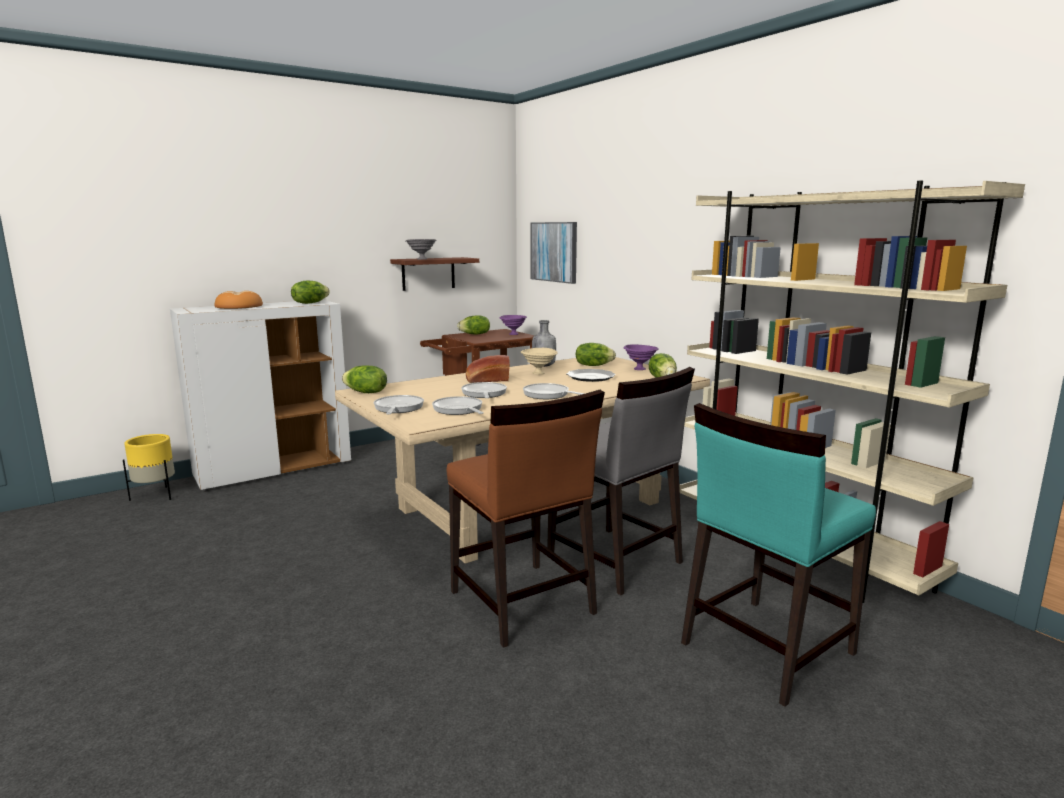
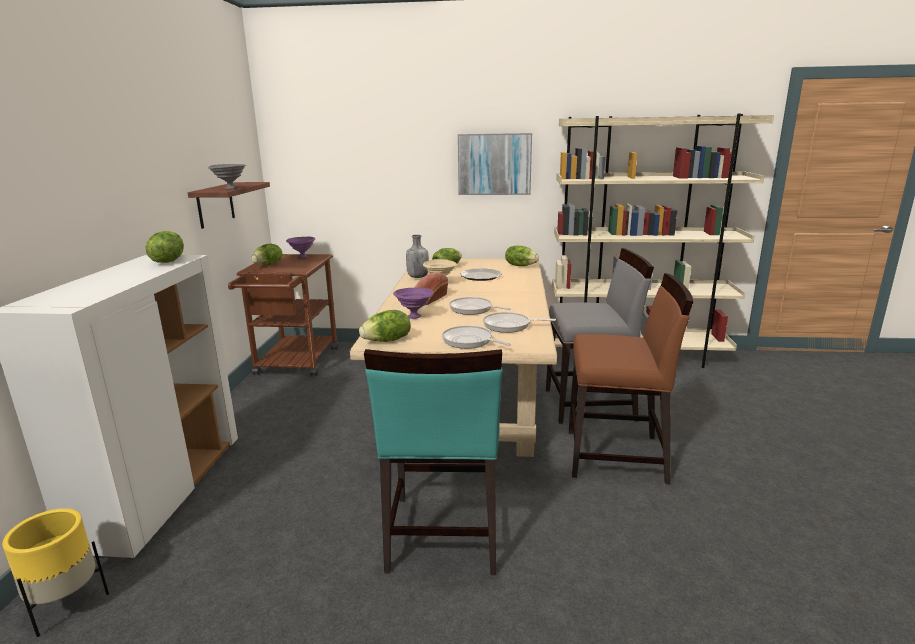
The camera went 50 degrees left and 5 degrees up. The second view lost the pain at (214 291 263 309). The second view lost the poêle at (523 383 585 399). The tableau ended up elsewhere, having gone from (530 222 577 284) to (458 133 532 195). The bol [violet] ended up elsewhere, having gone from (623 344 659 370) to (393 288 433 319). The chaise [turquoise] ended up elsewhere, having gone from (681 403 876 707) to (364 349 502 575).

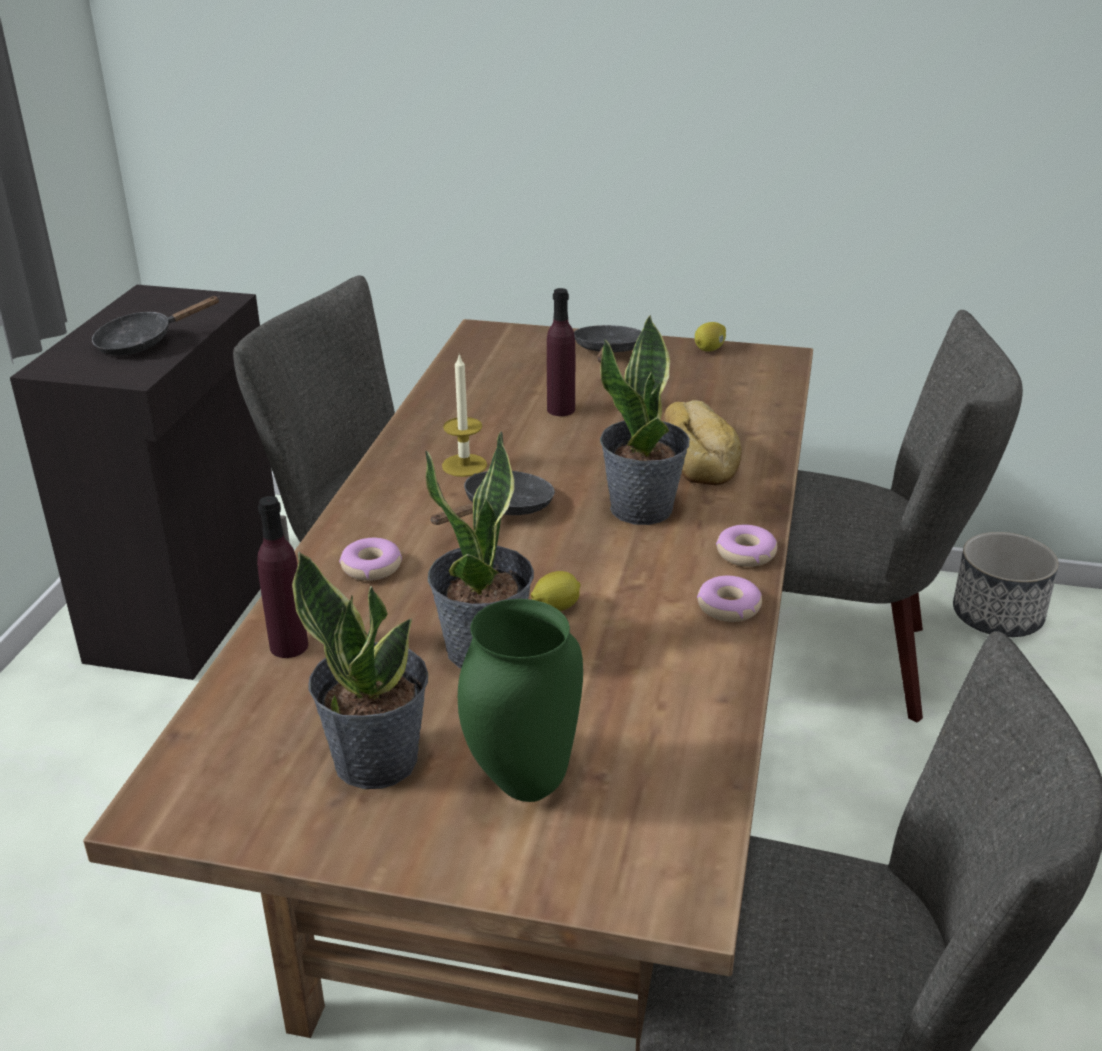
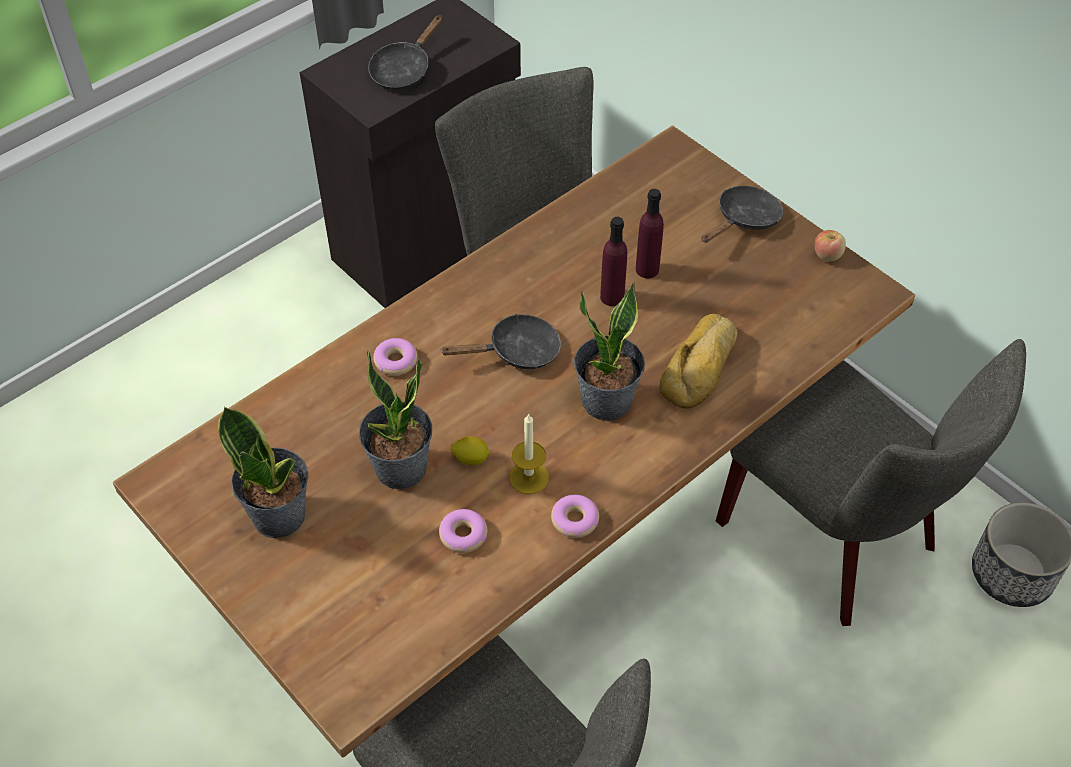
The camera went 35 degrees right and 20 degrees up. The second view lost the vase [vert] at (458 599 583 802). The bouteille [violet] ended up elsewhere, having gone from (257 496 308 658) to (600 217 627 306). The bougie ended up elsewhere, having gone from (442 354 487 477) to (509 413 549 494). The beignet ended up elsewhere, having gone from (716 525 777 567) to (439 509 487 553). Where the citron stood at (695 322 726 352), the pomme came to stand at (815 230 846 261). The poêle [noir] at (92 296 220 356) ended up facing another way, 60 degrees counterclockwise from before.

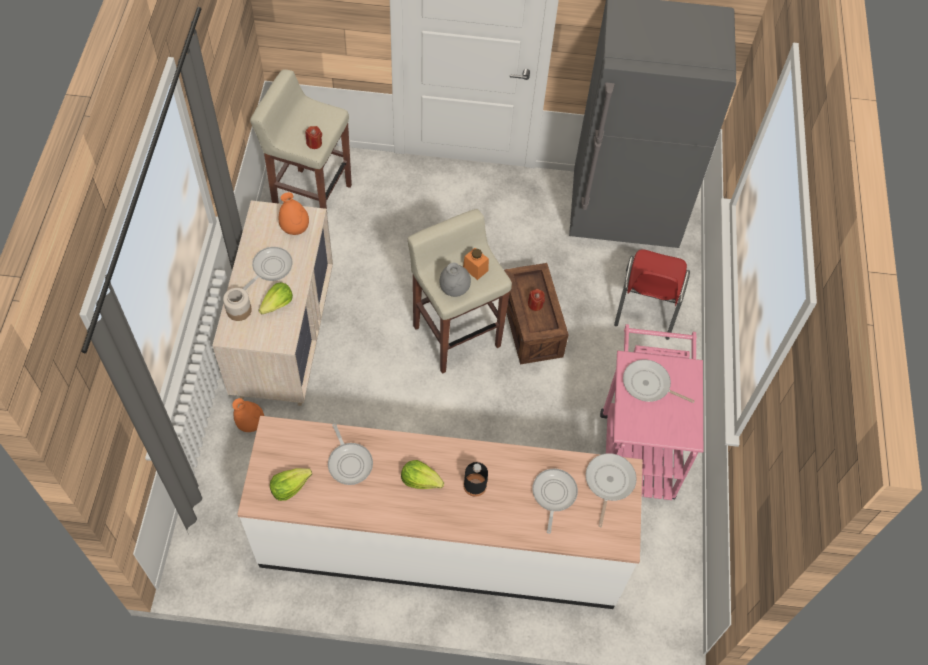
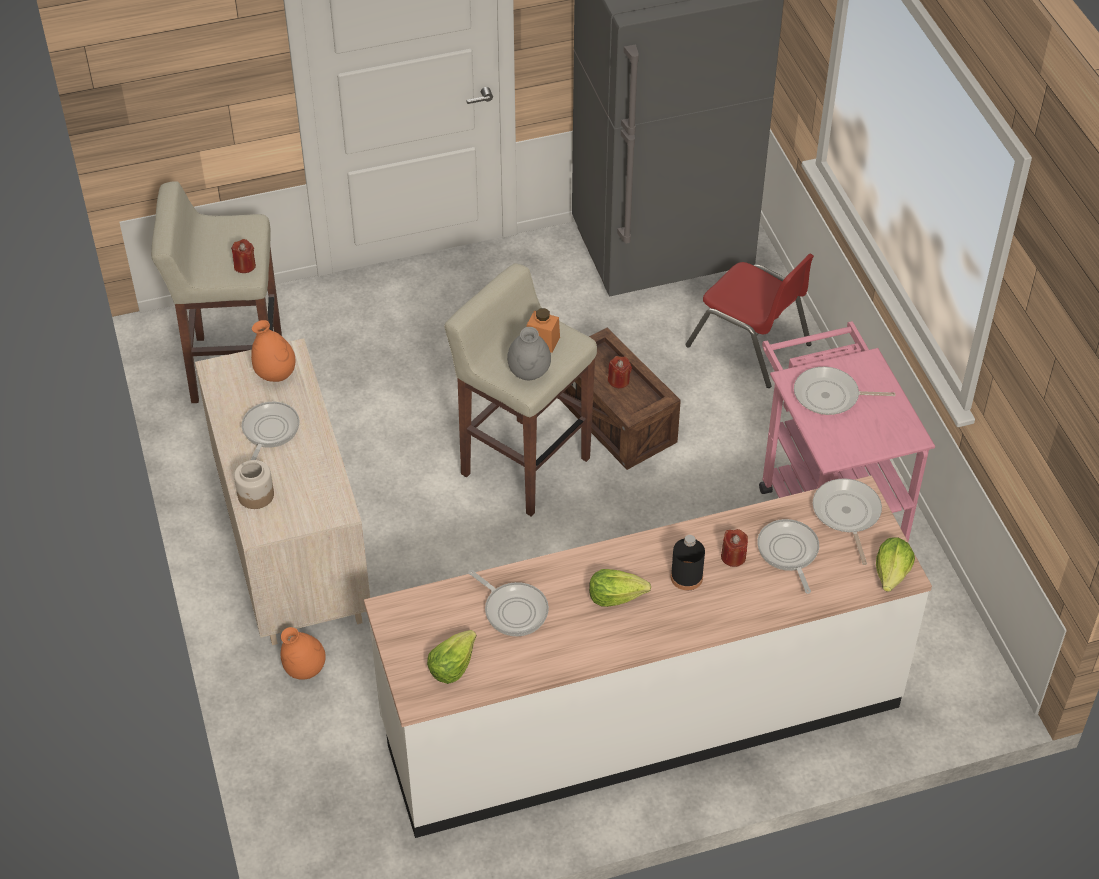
The camera went 20 degrees left and 10 degrees down. The second view gained the bougie [rouge] at (721 529 748 567). The laitue ended up elsewhere, having gone from (258 282 293 314) to (876 537 915 592). The chaise [rouge] at (614 249 690 340) ended up facing another way, 45 degrees counterclockwise from before.

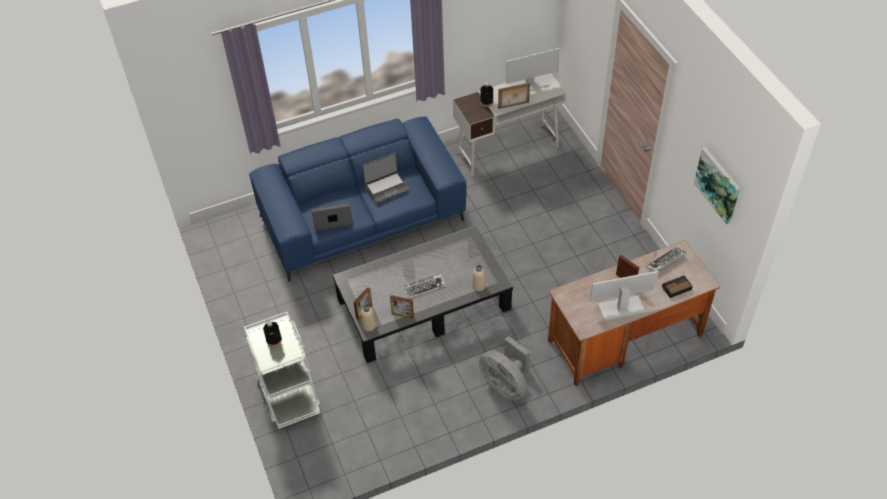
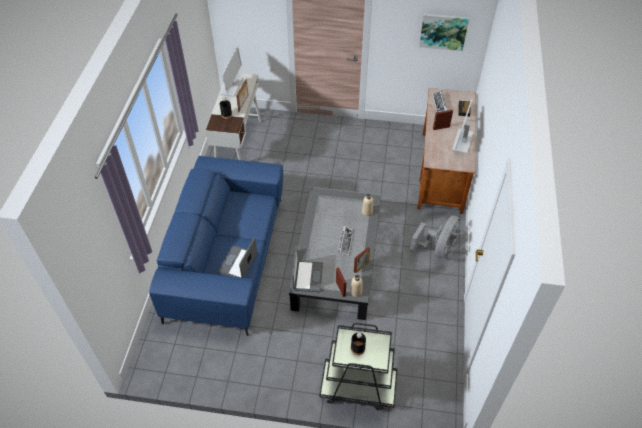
The camera went 60 degrees left and 0 degrees up. The ordinateur portable ended up elsewhere, having gone from (362 153 409 204) to (292 246 323 292). What was the chariot [blanc] at (244 312 321 429) turned into the chariot [noir] at (319 323 398 411). The ventilateur [gris] at (479 336 530 401) ended up facing another way, 45 degrees counterclockwise from before.

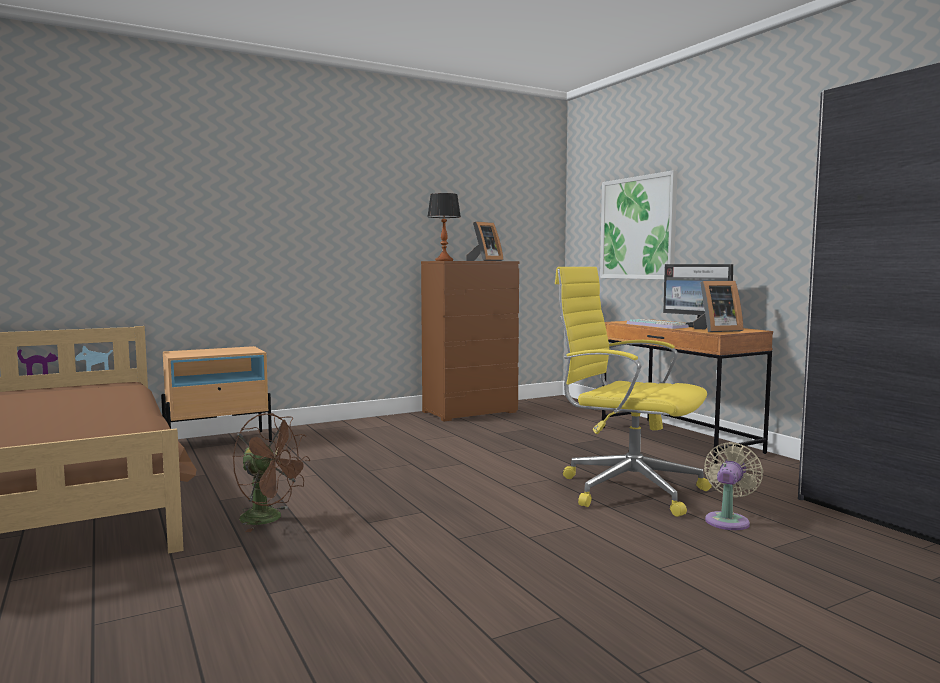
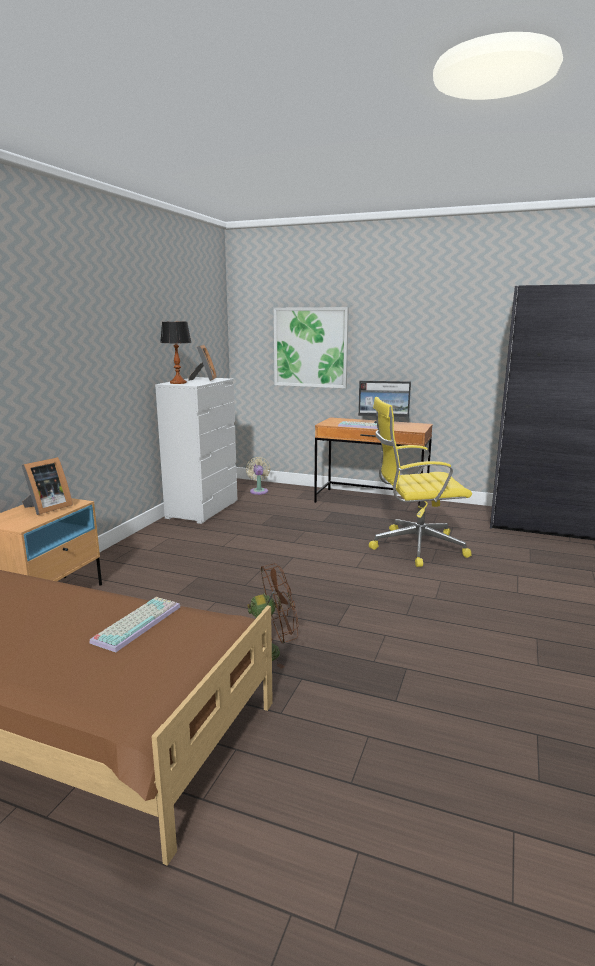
The camera went 40 degrees left and 10 degrees up. The second view gained the clavier at (89 597 180 652). The cadre photo ended up elsewhere, having gone from (693 281 743 332) to (22 457 73 515). The ventilateur [beige] ended up elsewhere, having gone from (704 442 763 530) to (246 457 270 495). What was the commode [marron] at (421 261 520 422) turned into the commode [blanc] at (155 377 237 524).

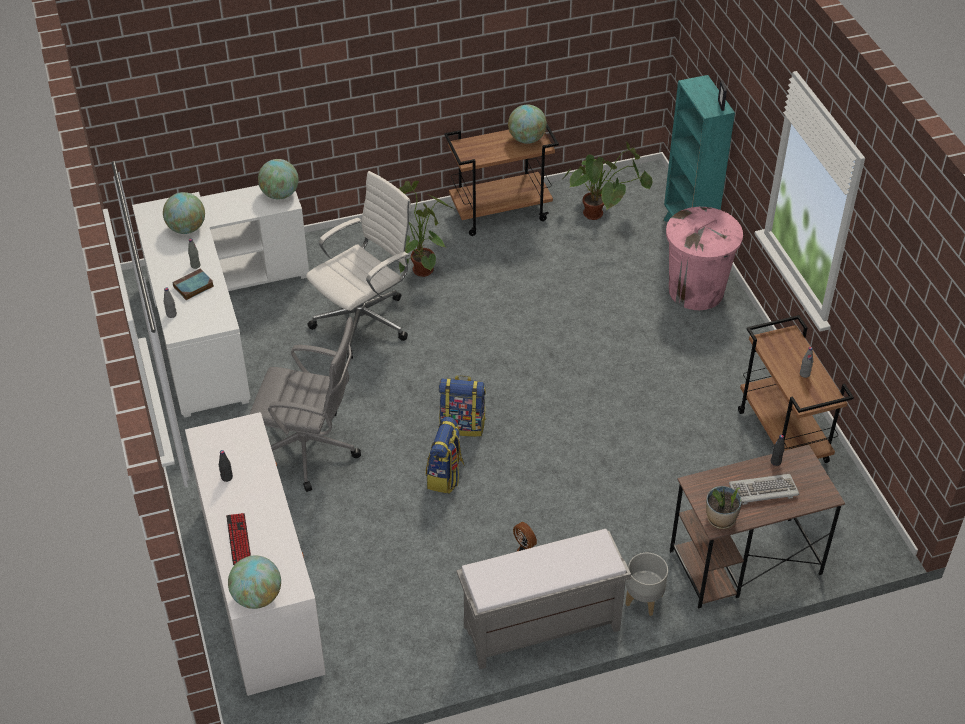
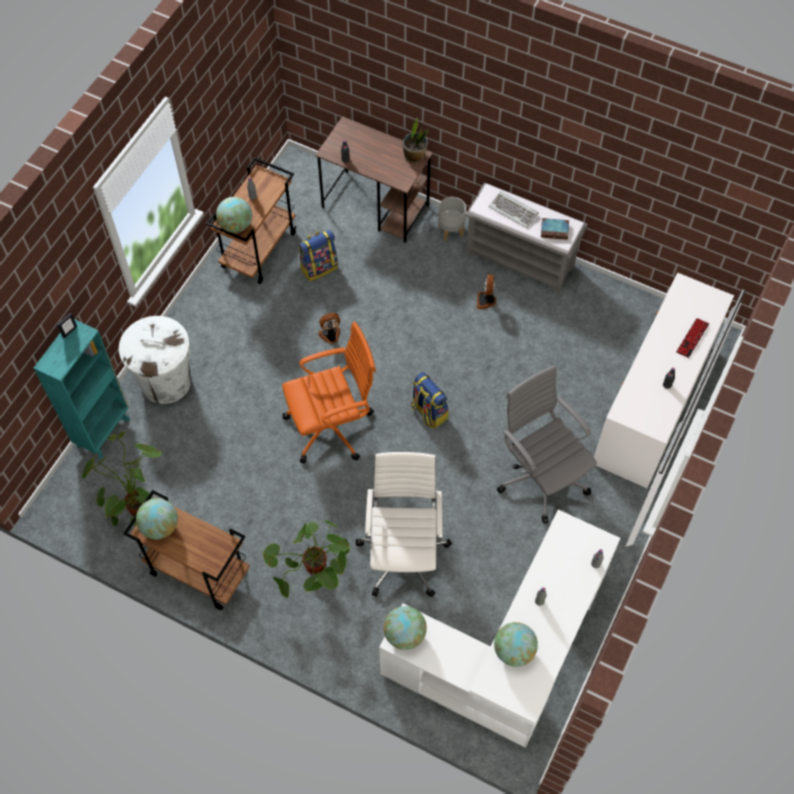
The camera went 135 degrees left and 15 degrees up. The second view gained the chaise de bureau [orange] at (282 322 376 464). The second view gained the ventilateur at (318 313 340 344). The livre ended up elsewhere, having gone from (172 268 214 300) to (541 218 569 240). The globe ended up elsewhere, having gone from (228 555 281 609) to (216 197 252 233). The sac à dos ended up elsewhere, having gone from (426 417 465 493) to (298 230 338 281). The clavier ended up elsewhere, having gone from (729 474 799 505) to (489 191 539 228). What was the poubelle [rose] at (666 207 743 310) turned into the poubelle [blanc] at (119 316 191 404). The chaise de bureau [blanc] at (306 171 411 359) ended up facing another way, 90 degrees clockwise from before.

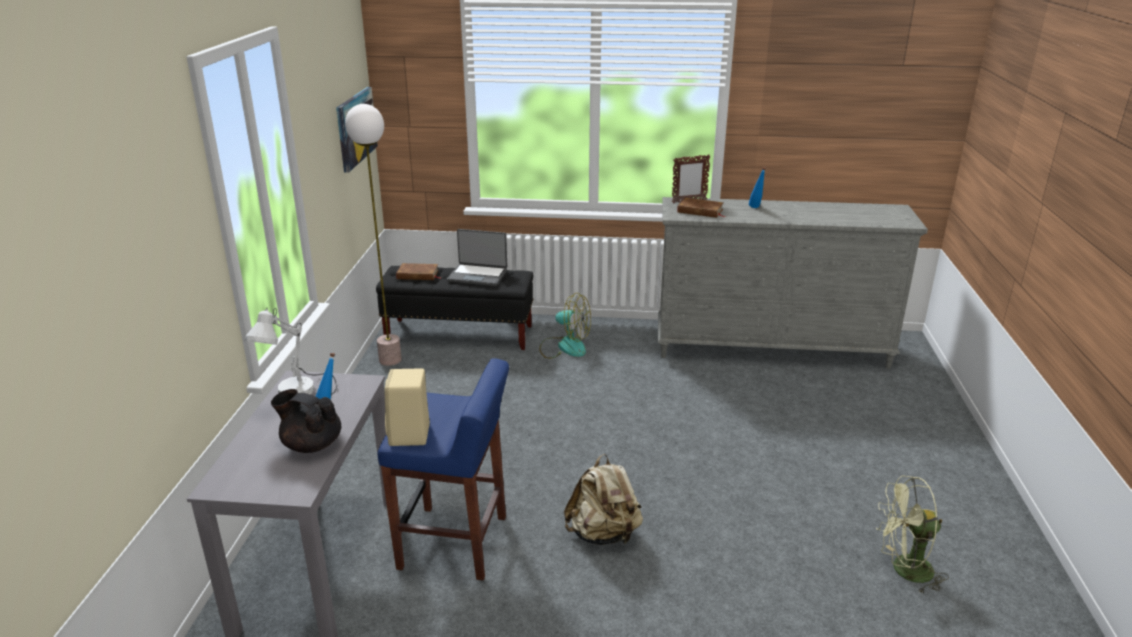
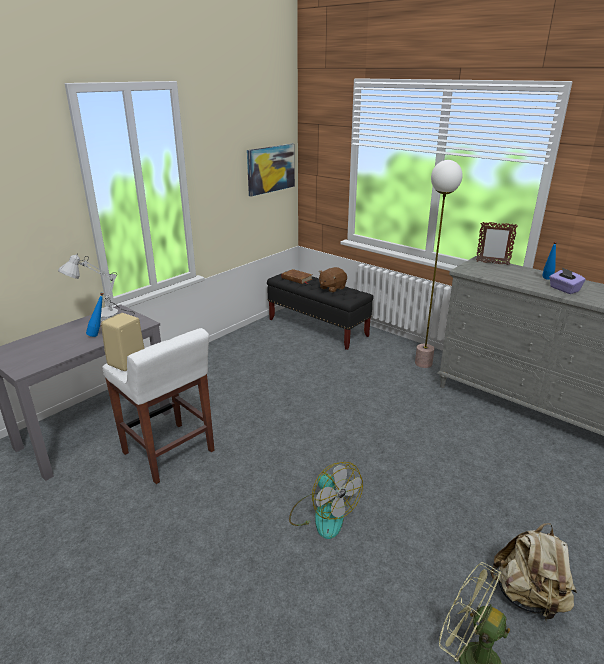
The camera went 35 degrees right and 0 degrees up. The second view lost the théière [noir] at (271 389 341 453). The second view lost the livre [marron] at (677 198 726 218). The second view gained the boîte à mouchoirs [violet] at (549 267 586 294). The lampadaire ended up elsewhere, having gone from (345 104 402 366) to (415 160 463 368). The ventilateur ended up elsewhere, having gone from (539 293 591 359) to (289 462 363 539). The sac à dos [beige] ended up elsewhere, having gone from (564 454 643 545) to (490 523 577 620). Where the ordinateur portable stood at (447 229 507 286), the peluche [marron] came to stand at (319 267 347 293). What was the tabouret [bleu] at (378 358 509 581) turned into the tabouret [blanc] at (102 328 215 484).

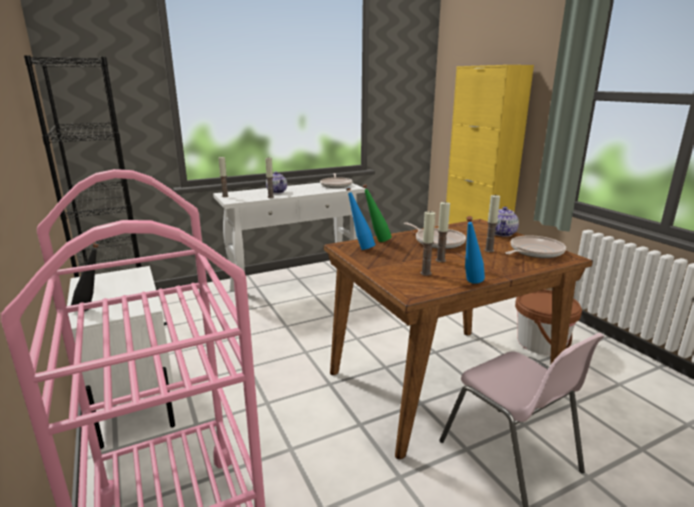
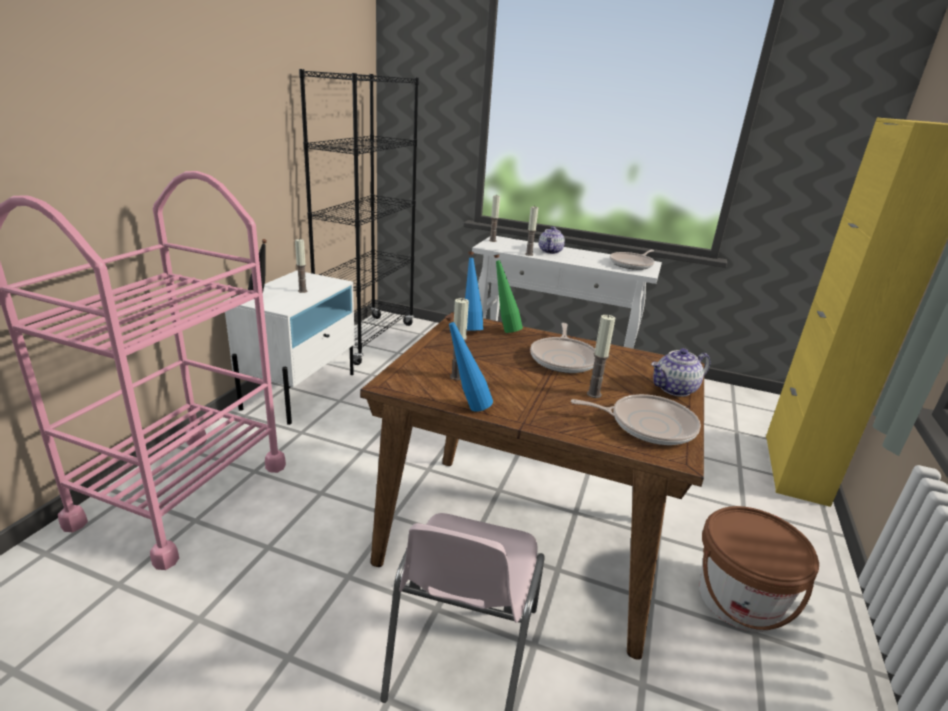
The camera went 45 degrees right and 5 degrees up. The bougie ended up elsewhere, having gone from (436 201 450 262) to (295 238 307 293).

